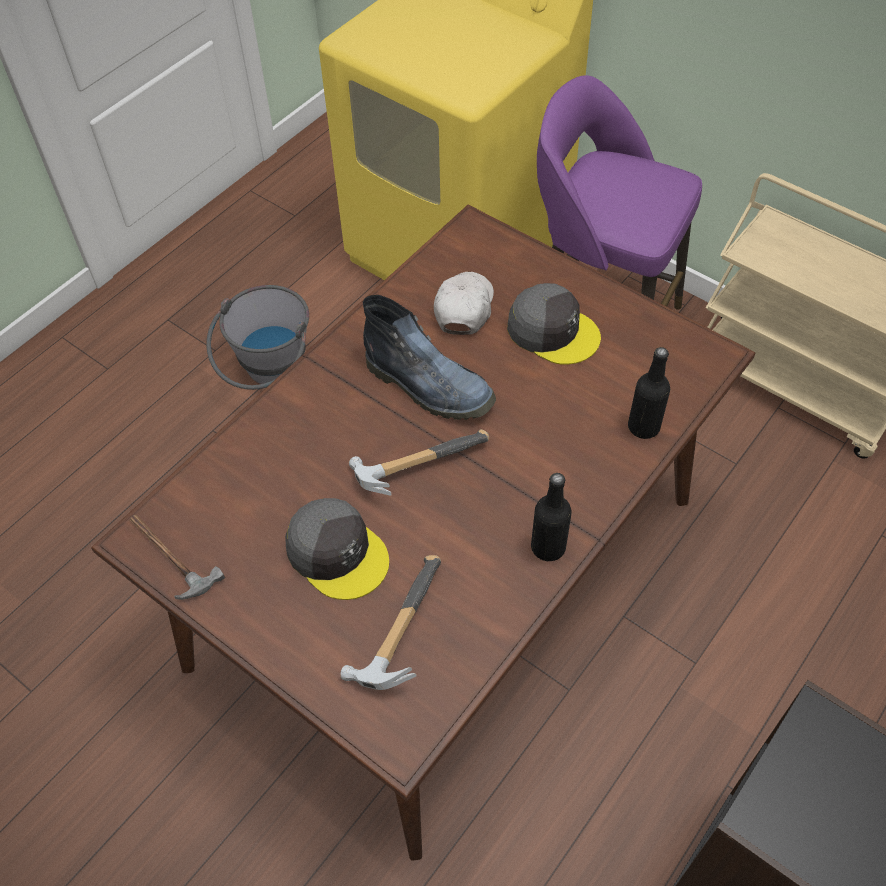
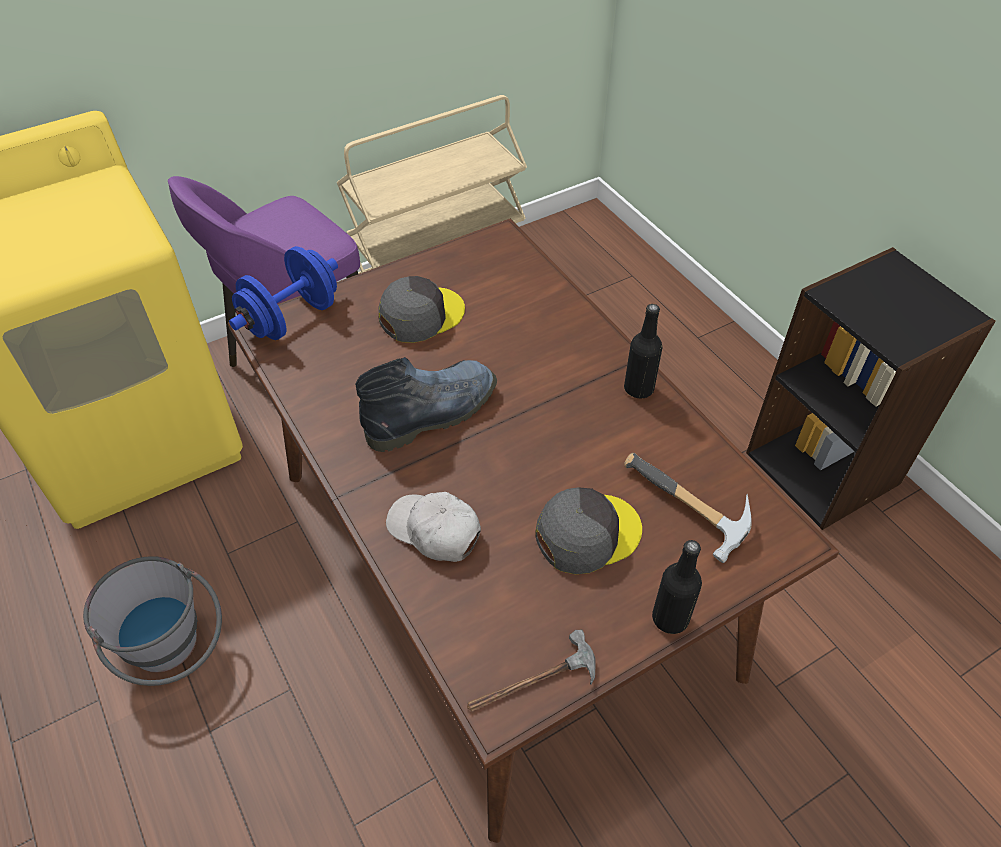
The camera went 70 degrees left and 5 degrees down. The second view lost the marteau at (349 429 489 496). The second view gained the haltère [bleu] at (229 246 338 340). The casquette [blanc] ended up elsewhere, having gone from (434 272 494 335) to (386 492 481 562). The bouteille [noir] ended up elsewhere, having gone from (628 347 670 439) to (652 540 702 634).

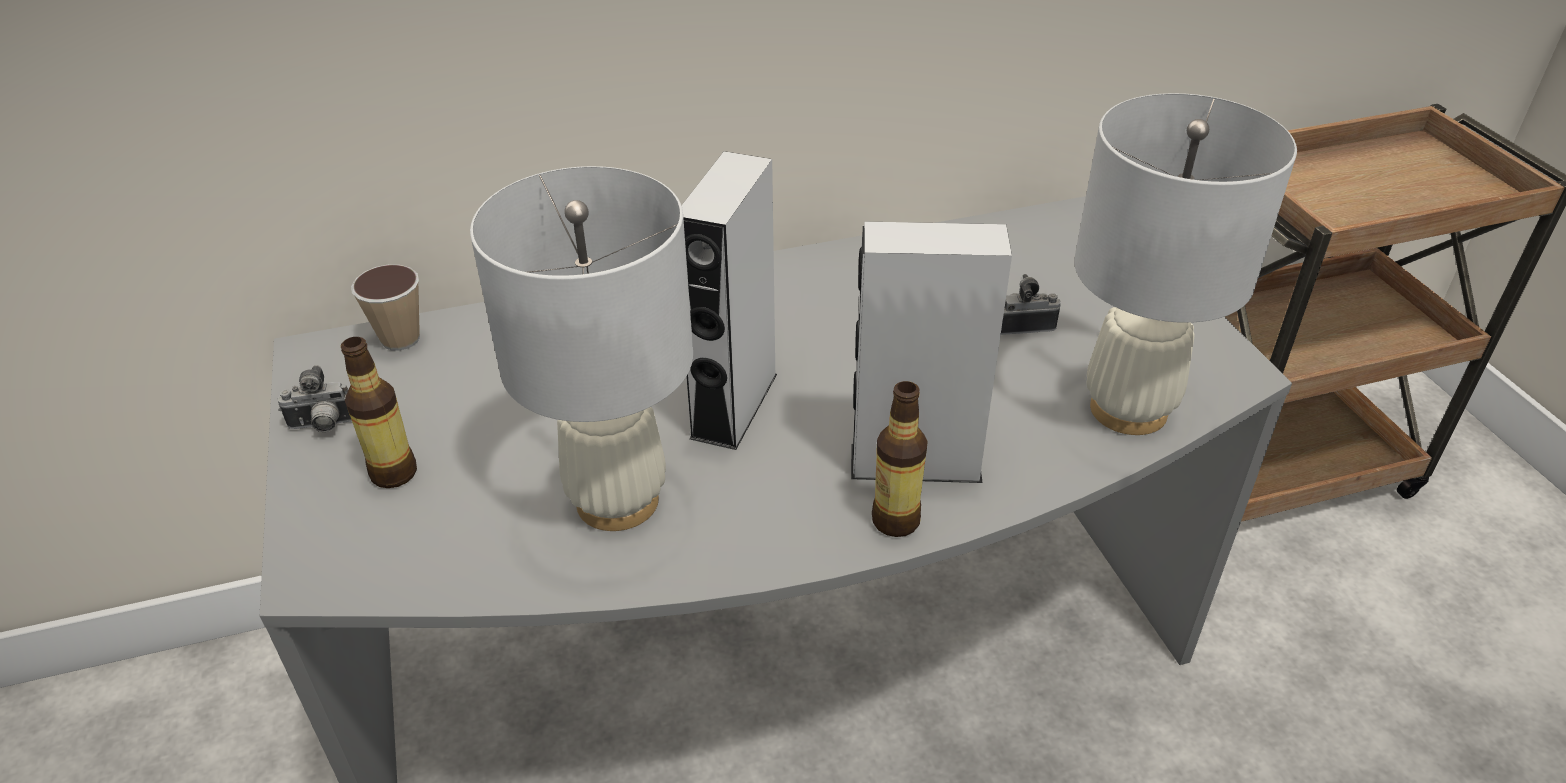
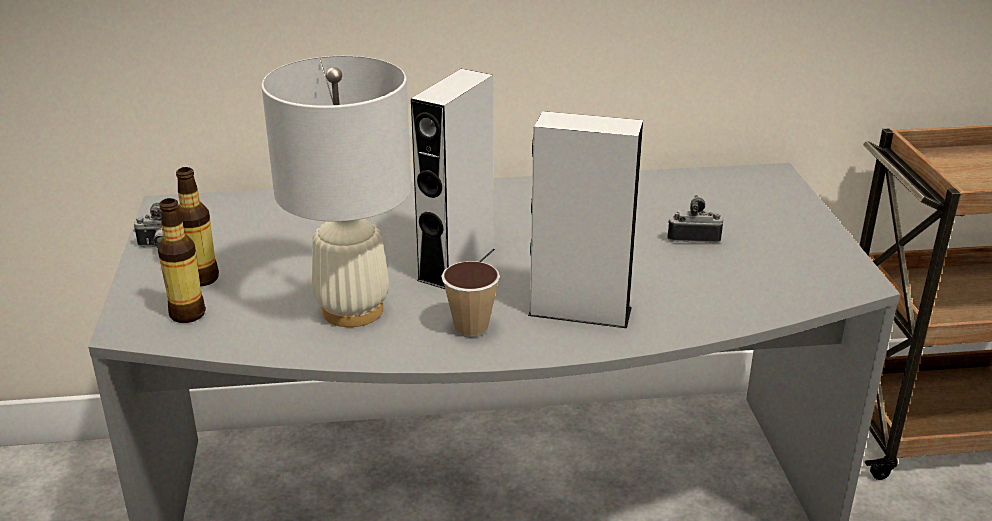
The camera went 10 degrees right and 10 degrees down. The second view lost the lampe de table [blanc] at (1074 93 1297 435). The tasse ended up elsewhere, having gone from (351 265 420 351) to (441 261 500 338). The bouteille ended up elsewhere, having gone from (872 381 928 537) to (158 198 206 323).

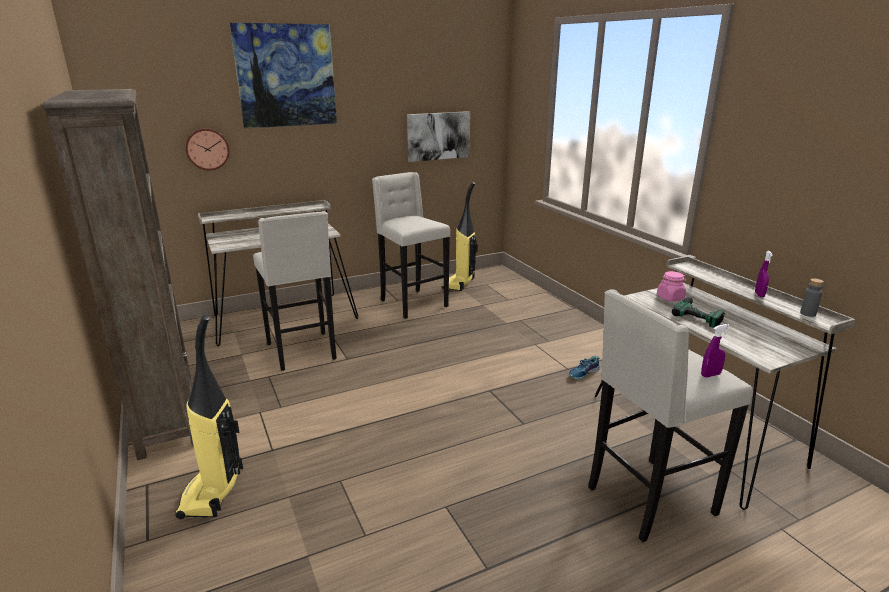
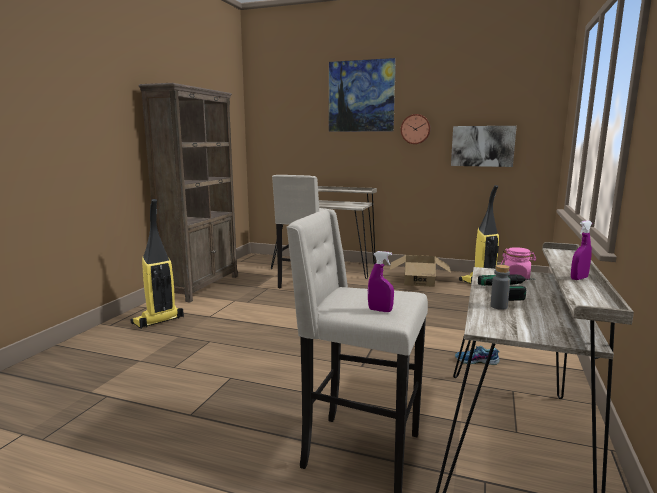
The camera went 45 degrees right and 10 degrees down. The horloge murale ended up elsewhere, having gone from (185 128 229 170) to (401 114 431 144). The bouteille [gris] ended up elsewhere, having gone from (800 278 824 317) to (490 265 510 310). Where the tabouret [beige] stood at (372 172 450 319), the carton came to stand at (390 255 451 287).

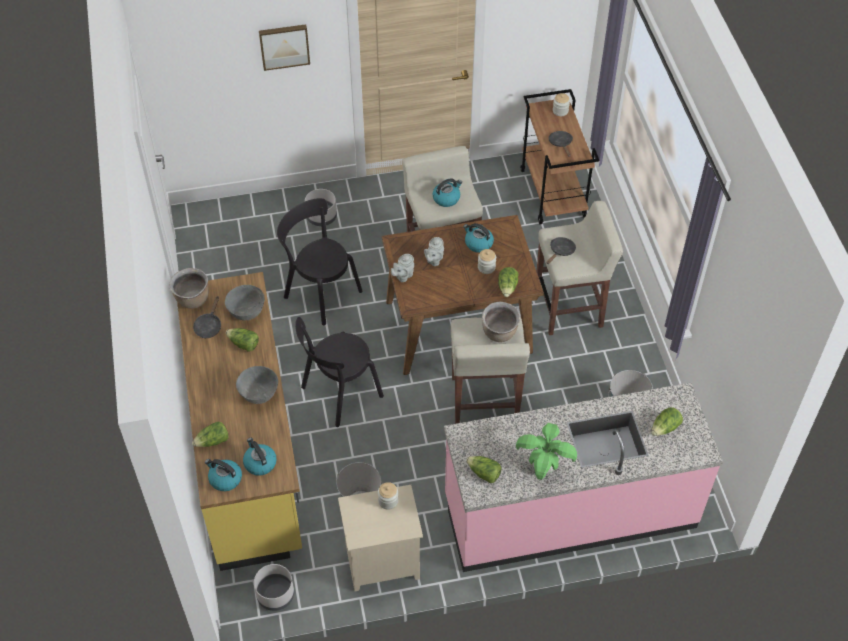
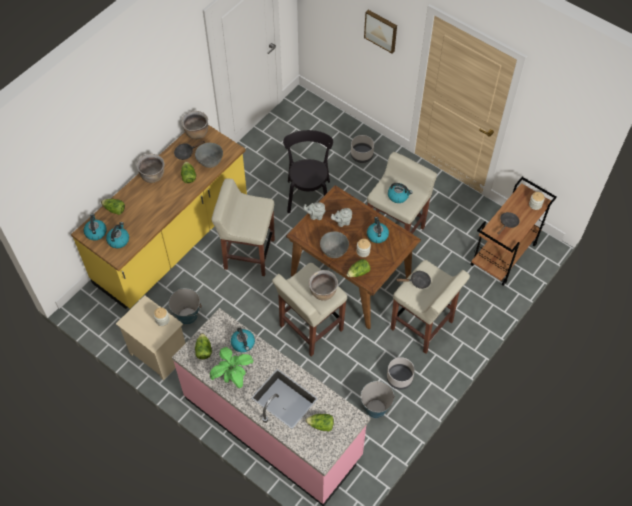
The camera went 50 degrees right and 5 degrees up. The second view gained the marmite [marron] at (136 154 165 183). The second view gained the bouilloire at (231 327 255 352). The bol [gris] ended up elsewhere, having gone from (236 366 278 404) to (320 231 349 258). The cache-pot [gris] ended up elsewhere, having gone from (254 564 294 611) to (387 357 415 390). Where the chaise [noir] stood at (295 317 384 427), the tabouret [beige] came to stand at (211 179 275 276).

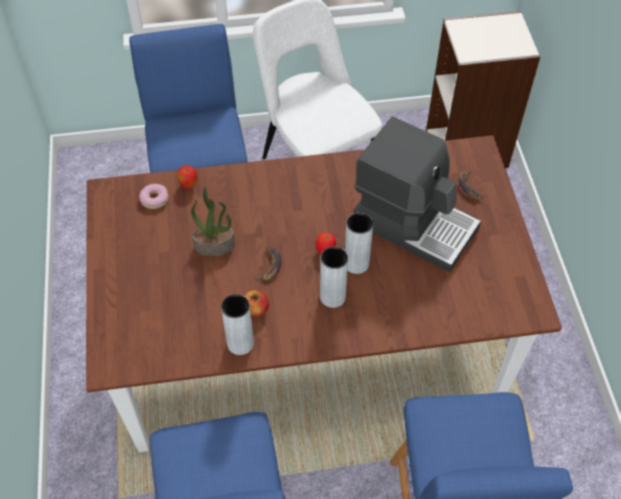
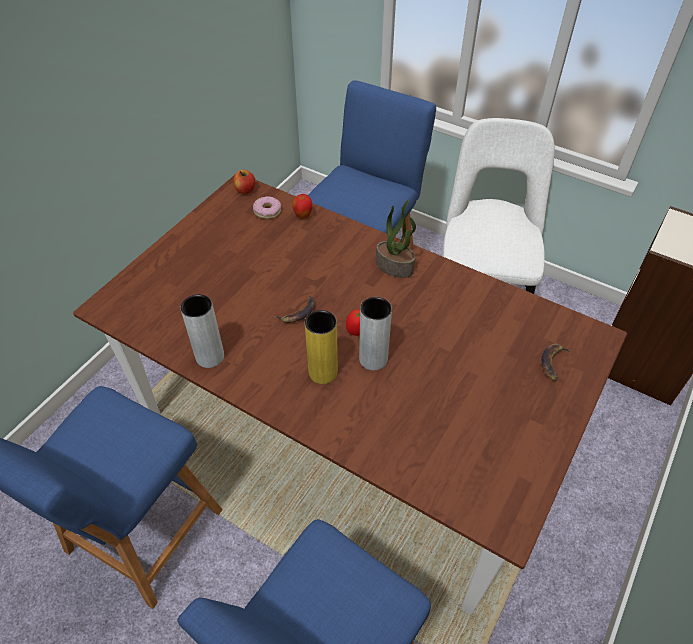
The camera went 40 degrees right and 5 degrees down. The second view lost the machine à café at (354 117 481 272). The plante en pot ended up elsewhere, having gone from (191 187 235 256) to (376 200 416 278). The pomme ended up elsewhere, having gone from (244 290 269 317) to (233 170 255 194). What was the vase [gris] at (320 246 348 308) turned into the vase [jaune] at (305 310 338 384).

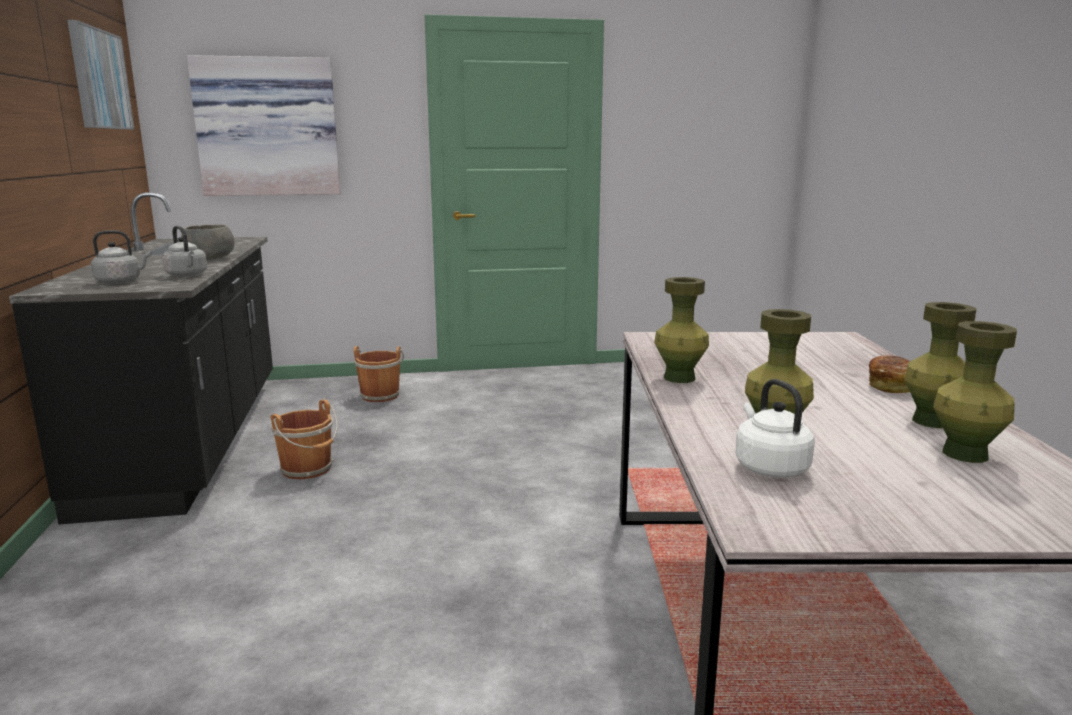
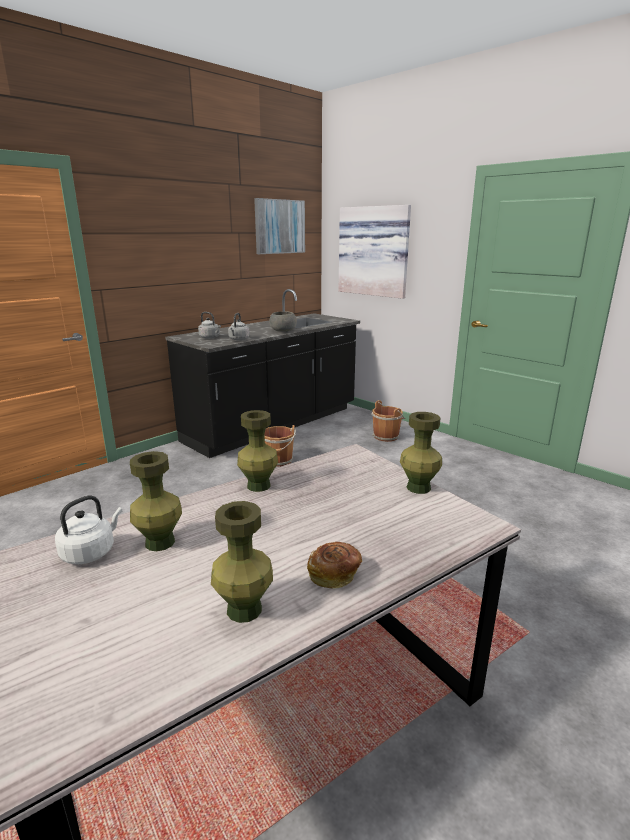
The camera went 55 degrees right and 5 degrees up. The vase [vert] ended up elsewhere, having gone from (933 321 1017 463) to (400 412 442 494).

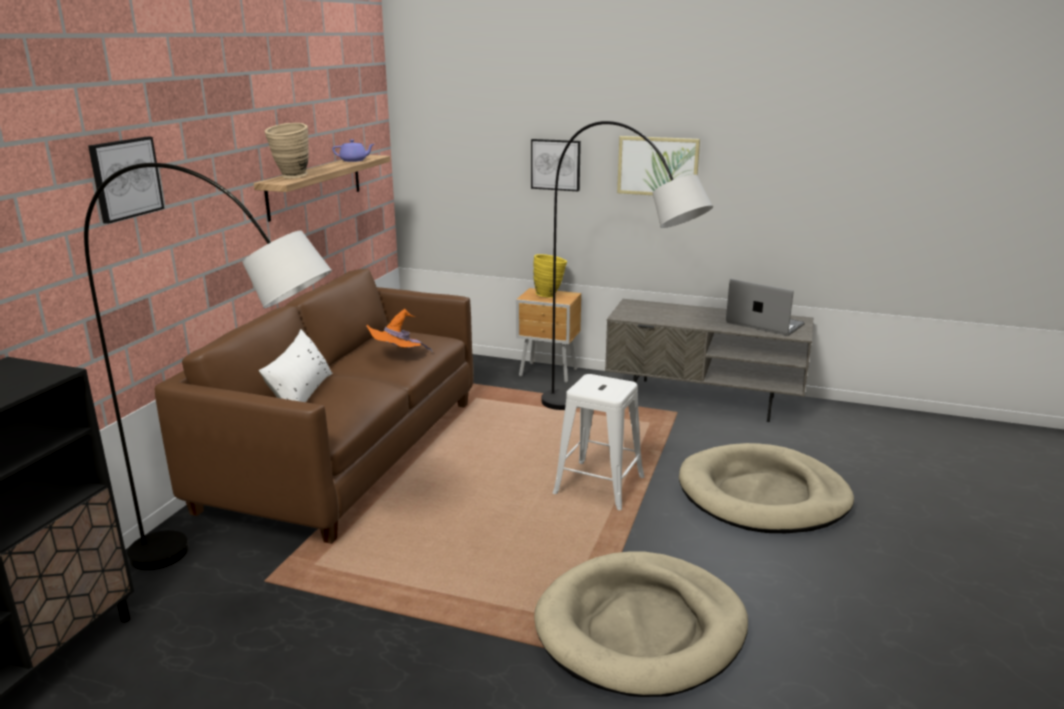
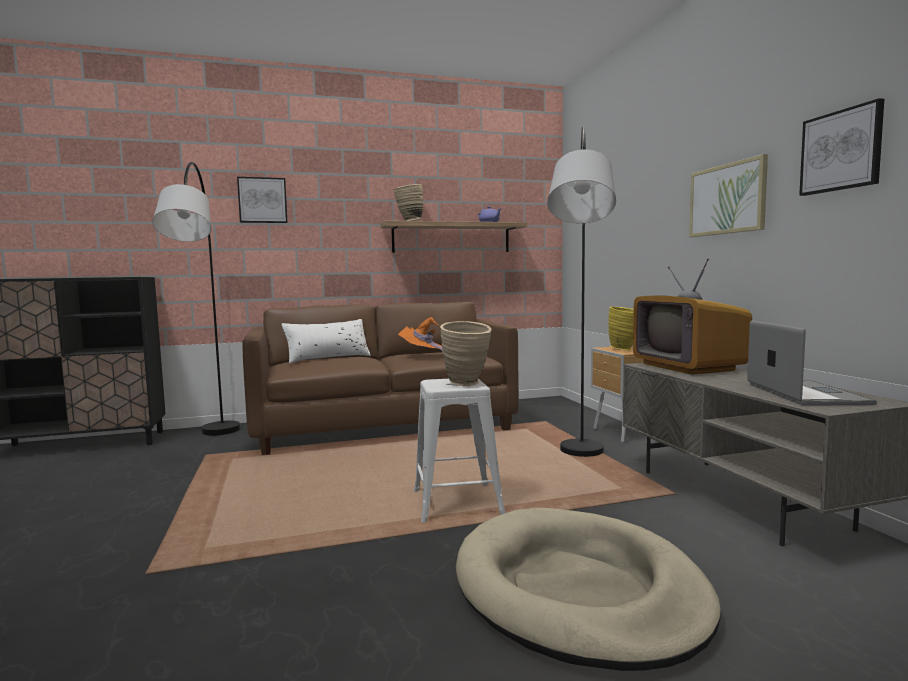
The camera went 55 degrees right and 15 degrees down. The second view lost the panier pour chien [beige] at (534 551 748 697). The second view gained the vase [beige] at (440 321 492 386). The second view gained the téléviseur at (633 258 752 375). The tableau ended up elsewhere, having gone from (531 139 581 191) to (799 98 884 196).

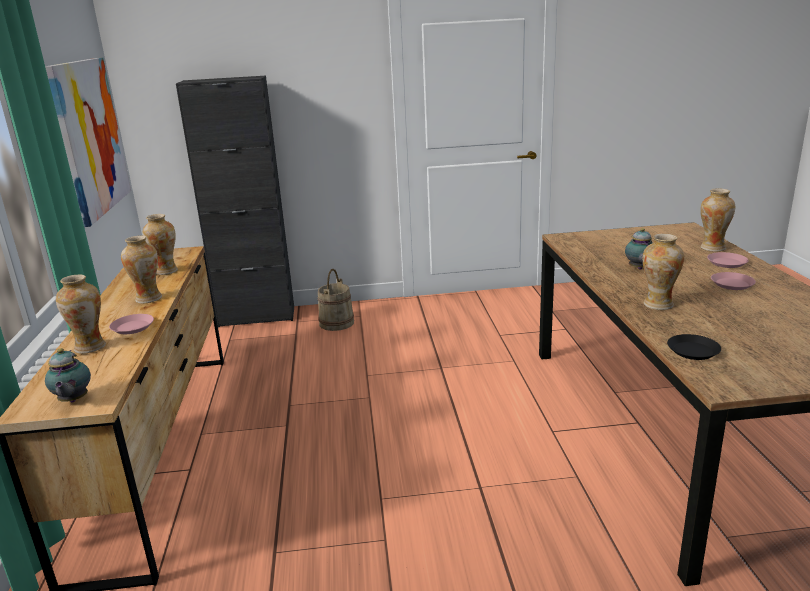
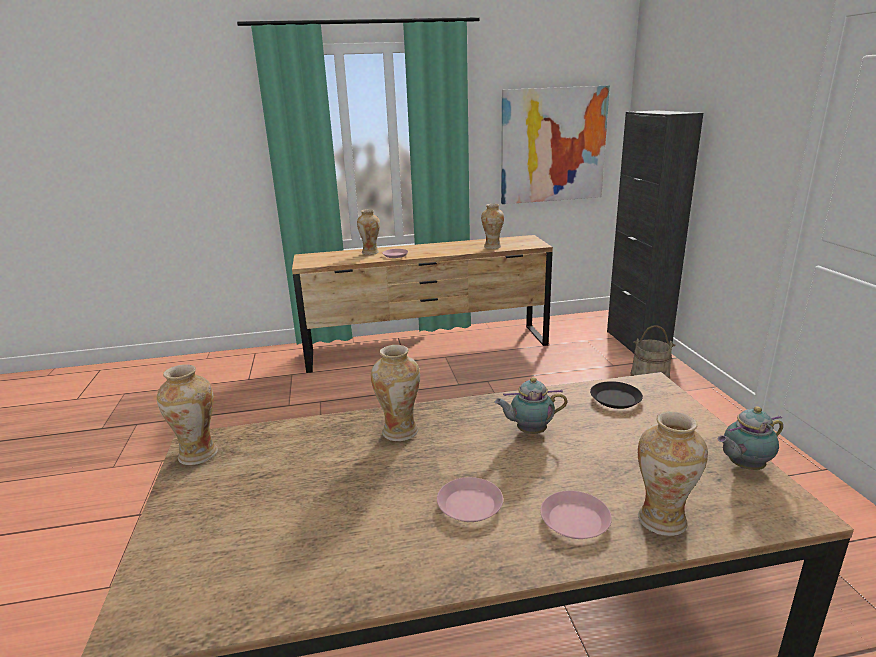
The camera went 85 degrees right and 0 degrees up. The théière ended up elsewhere, having gone from (45 348 91 403) to (718 406 783 470). The vase ended up elsewhere, having gone from (121 236 162 303) to (157 364 218 465). The assiette [noir] ended up elsewhere, having gone from (667 334 721 360) to (590 381 643 409).

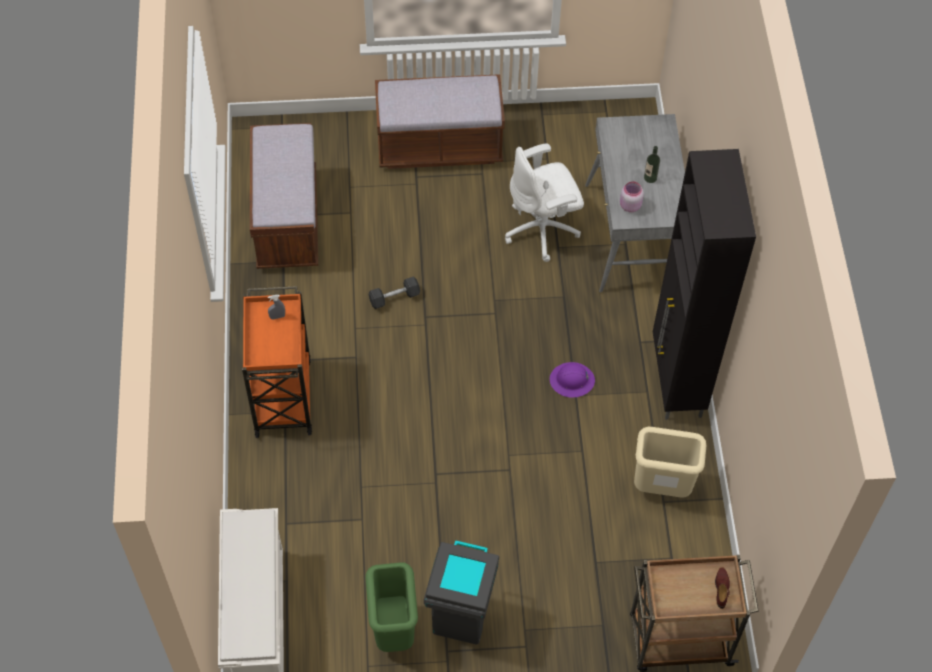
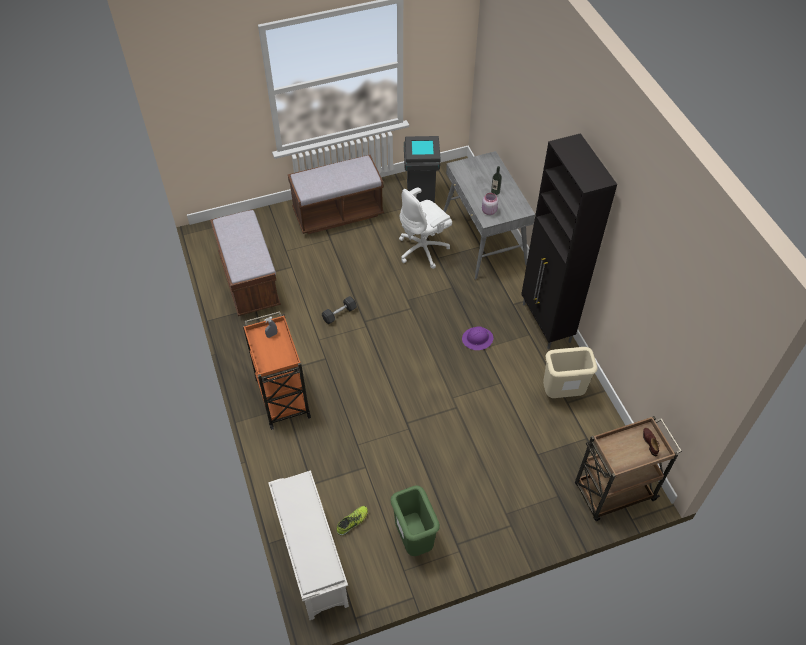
The camera went 15 degrees left and 5 degrees down. The second view gained the chaussure at (337 506 368 536). The poubelle [gris] ended up elsewhere, having gone from (424 540 499 645) to (404 136 441 203).

